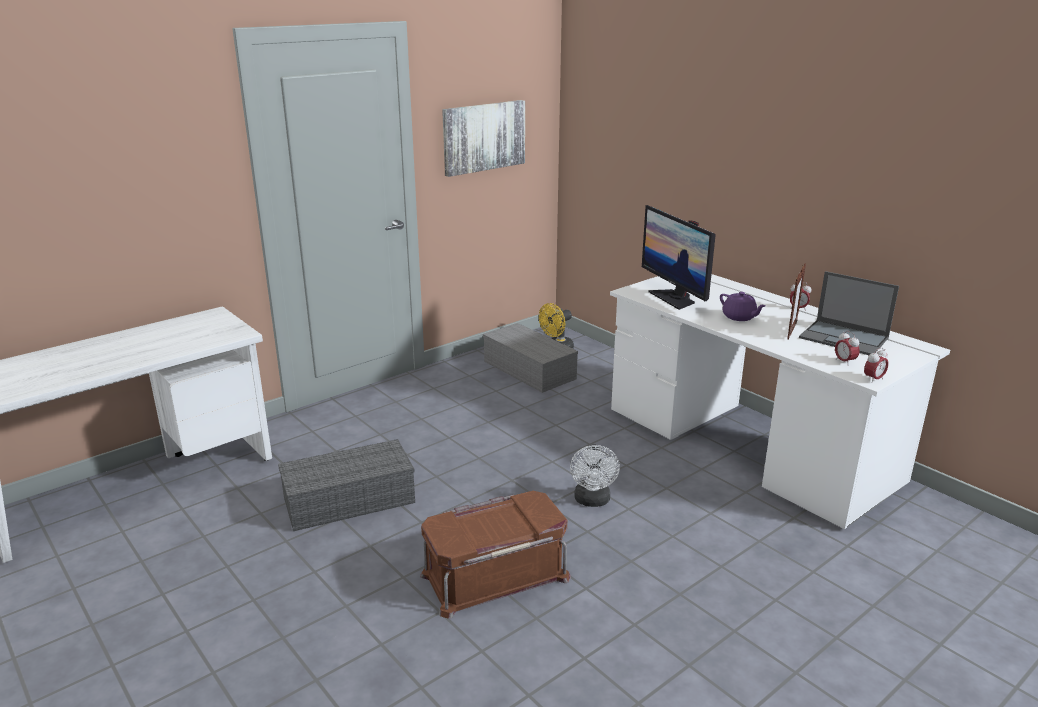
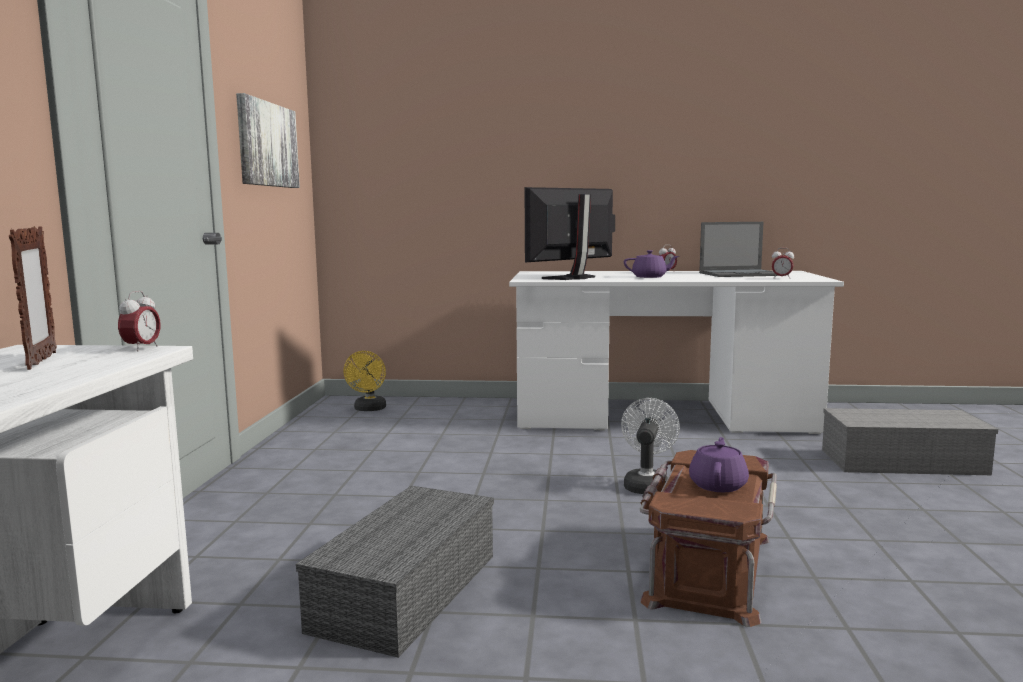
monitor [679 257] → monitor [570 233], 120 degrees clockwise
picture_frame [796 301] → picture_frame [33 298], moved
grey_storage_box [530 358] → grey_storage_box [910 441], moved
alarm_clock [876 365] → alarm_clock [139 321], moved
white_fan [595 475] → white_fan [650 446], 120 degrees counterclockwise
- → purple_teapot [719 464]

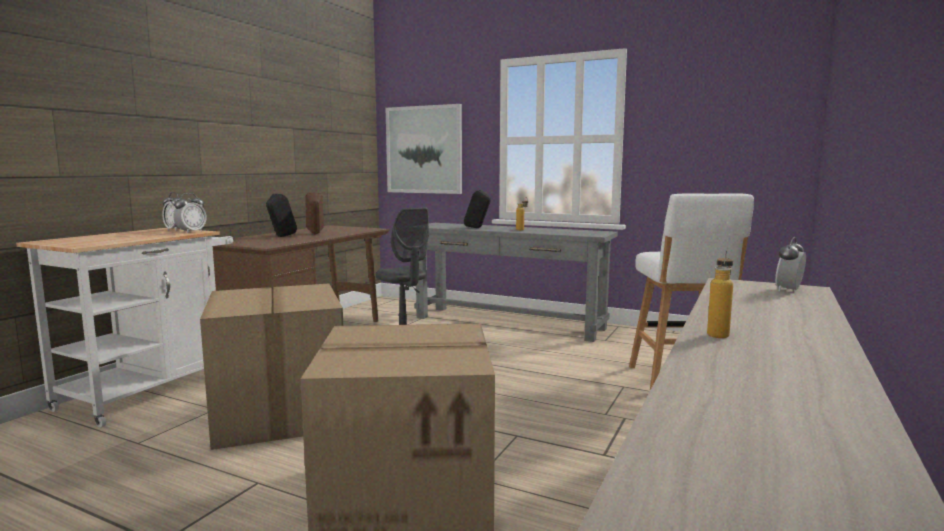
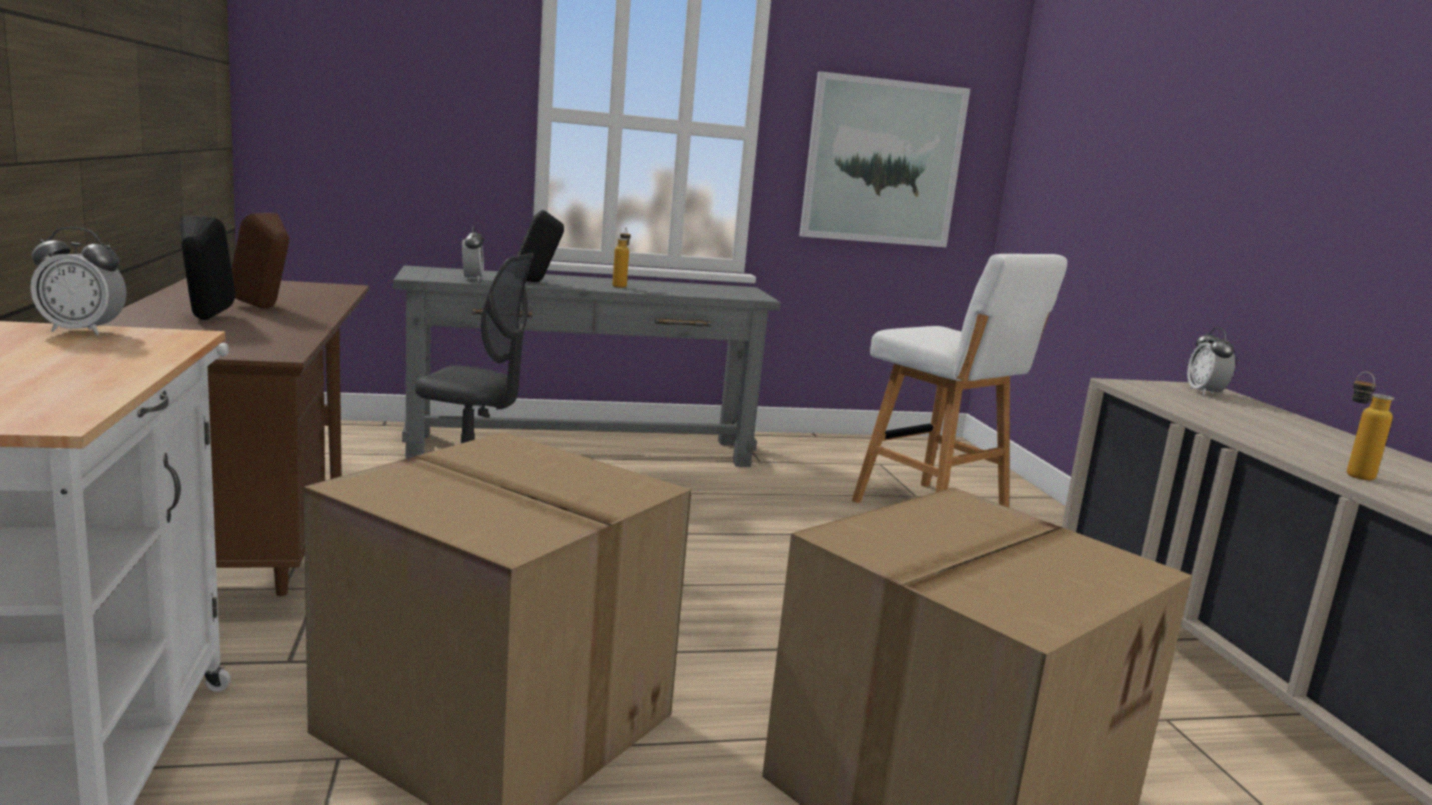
picture [424 149] → picture [884 159], moved
alarm_clock [190 213] → alarm_clock [473 254], moved

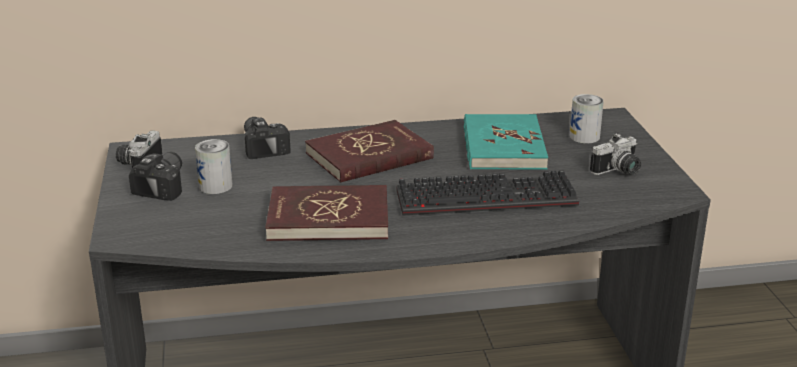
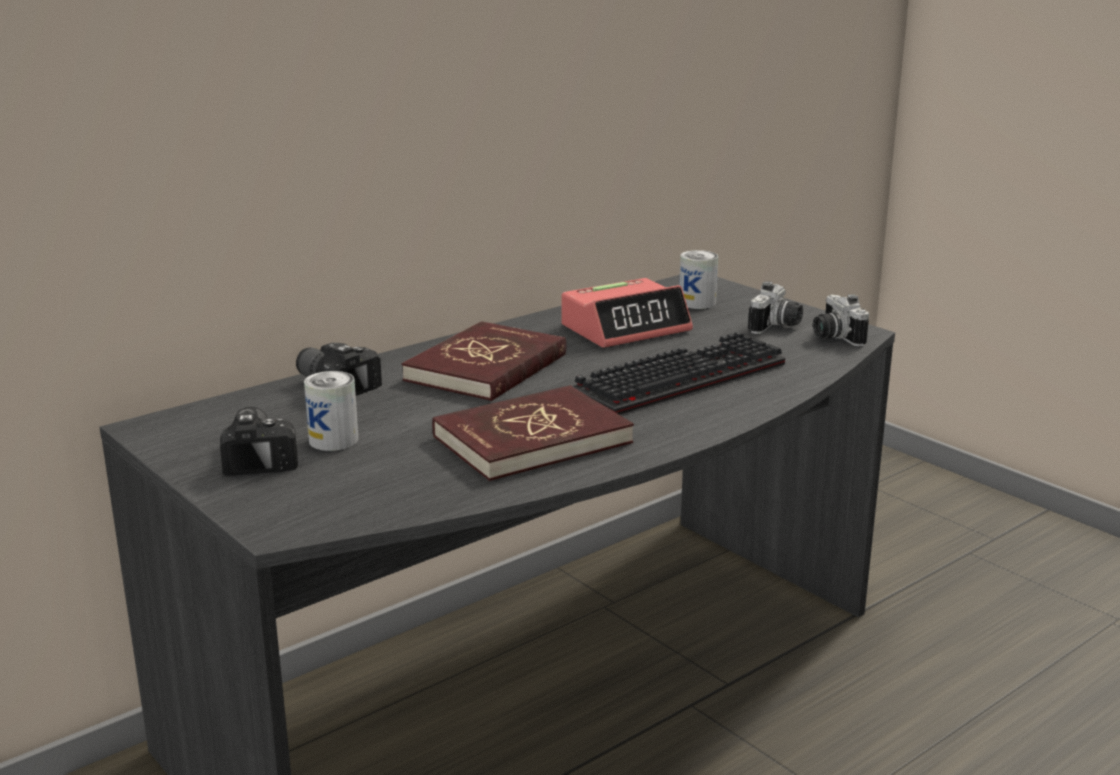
turquoise_book [506 142] → alarm_clock [627 313]
photo_camera [139 149] → photo_camera [841 320], moved

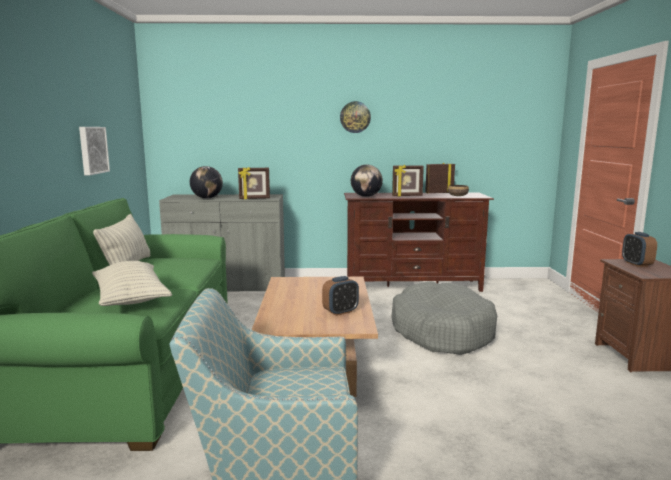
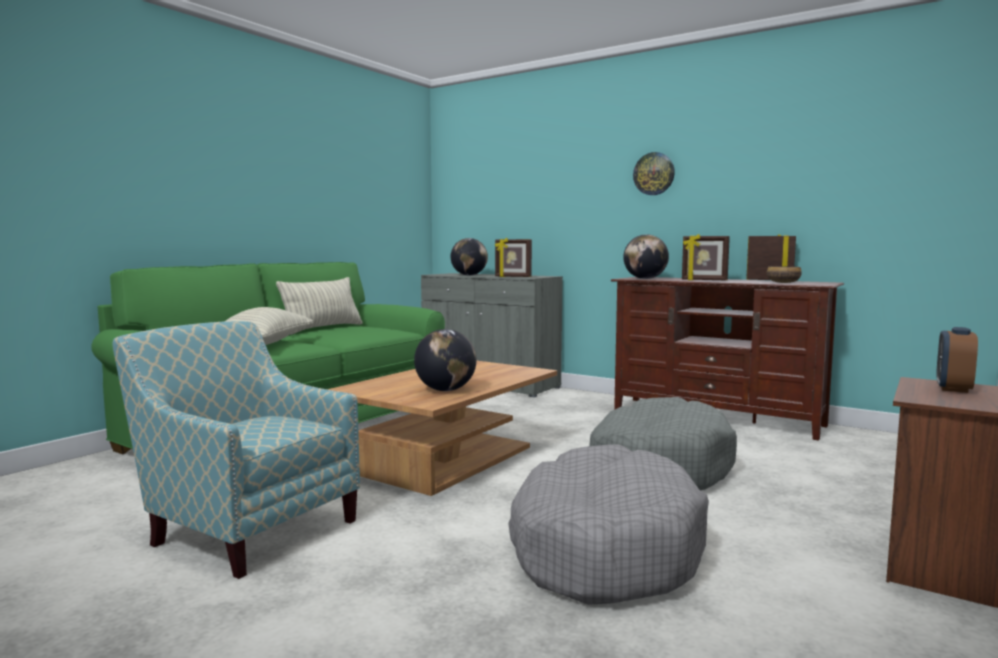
picture [94 151] → -
alarm_clock [340 296] → globe [445 360]
- → grey_dog_bed [608 524]

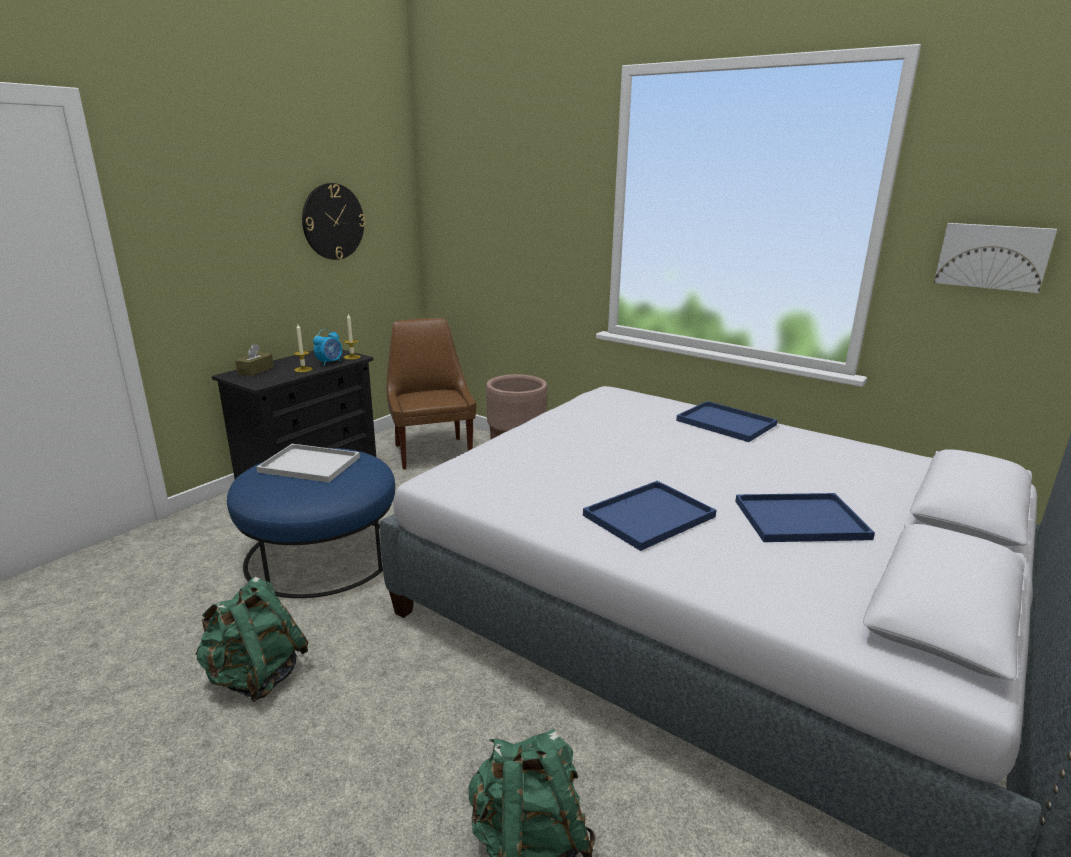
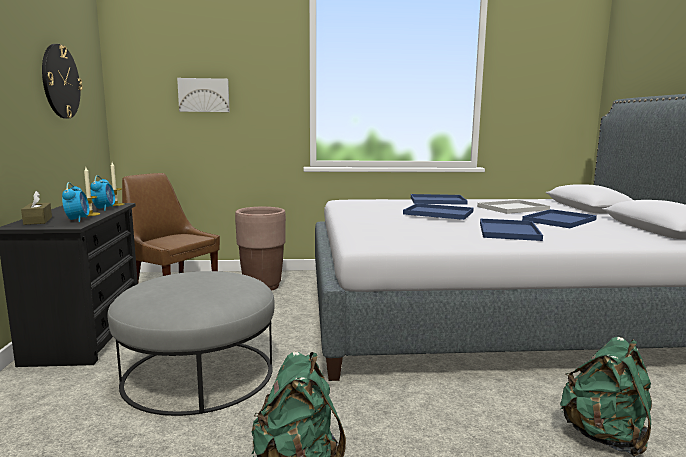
picture [995 258] → picture [203 95], moved
white_tray [308 463] → white_tray [513 207], moved
blue_ottoman [311 523] → grey_ottoman [191 343]
- → alarm_clock [75 202]
- → blue_tray [438 211]

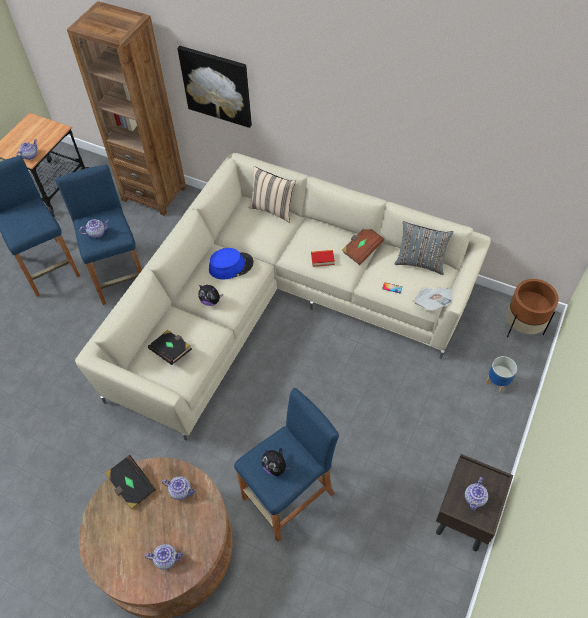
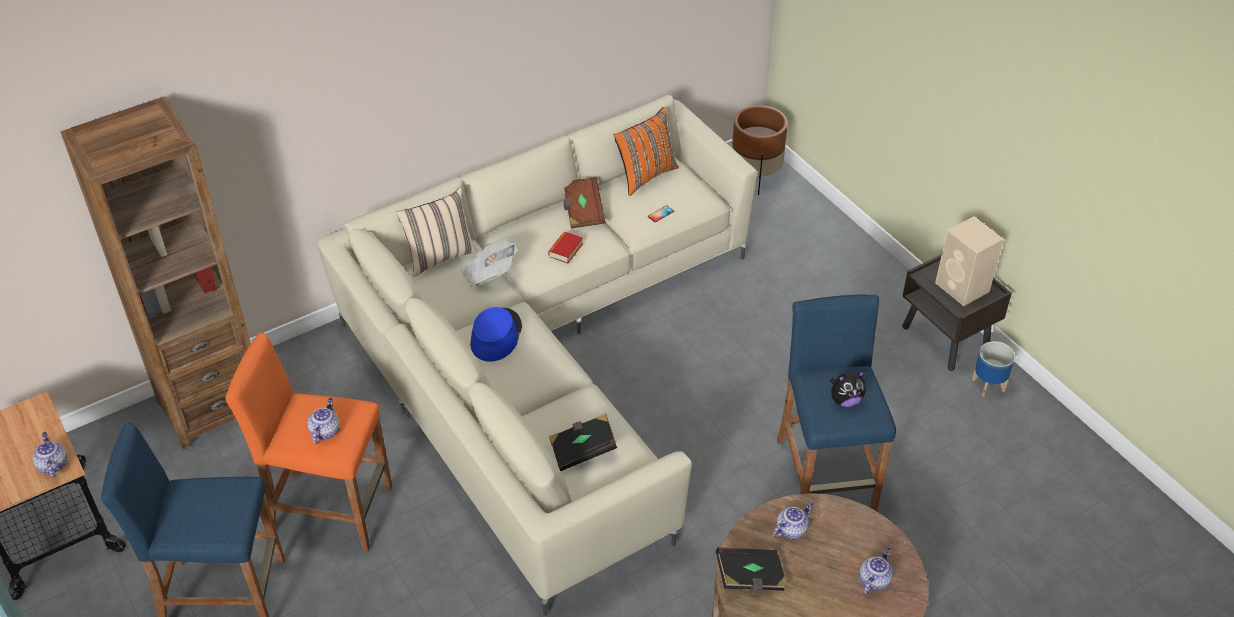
picture [214 87] → -
blue_stool [98 234] → orange_stool [309 441]
grey_pillow [424 248] → orange_pillow [646 151]
plush_toy [210 295] → -
newspaper [432 299] → newspaper [489 262], moved
planter [501 374] → planter [993 369], moved
teapot [476 494] → beige_speaker [969 261]

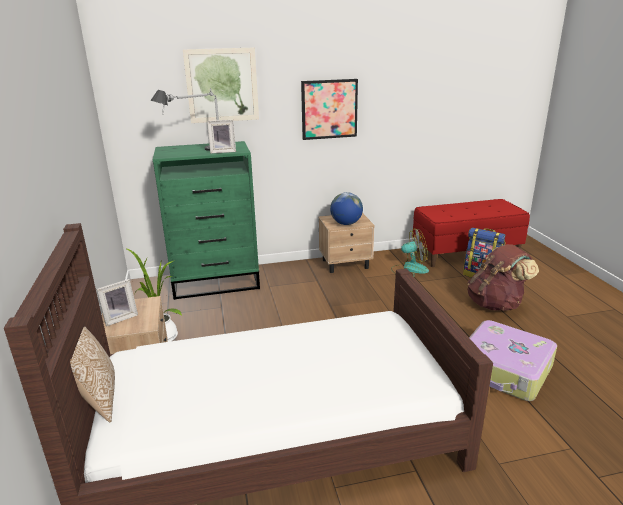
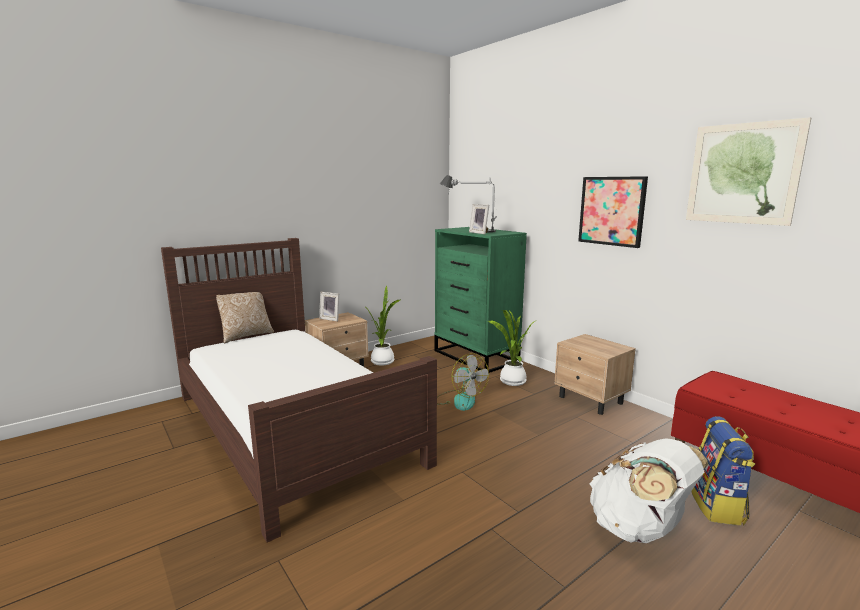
picture [221 85] → picture [748 171], moved
globe [346 208] → -
fan [410 252] → fan [463 382], moved
brown_backpack [503 277] → white_backpack [648 491]
suitcase [513 360] → -
- → potted_plant [512 347]

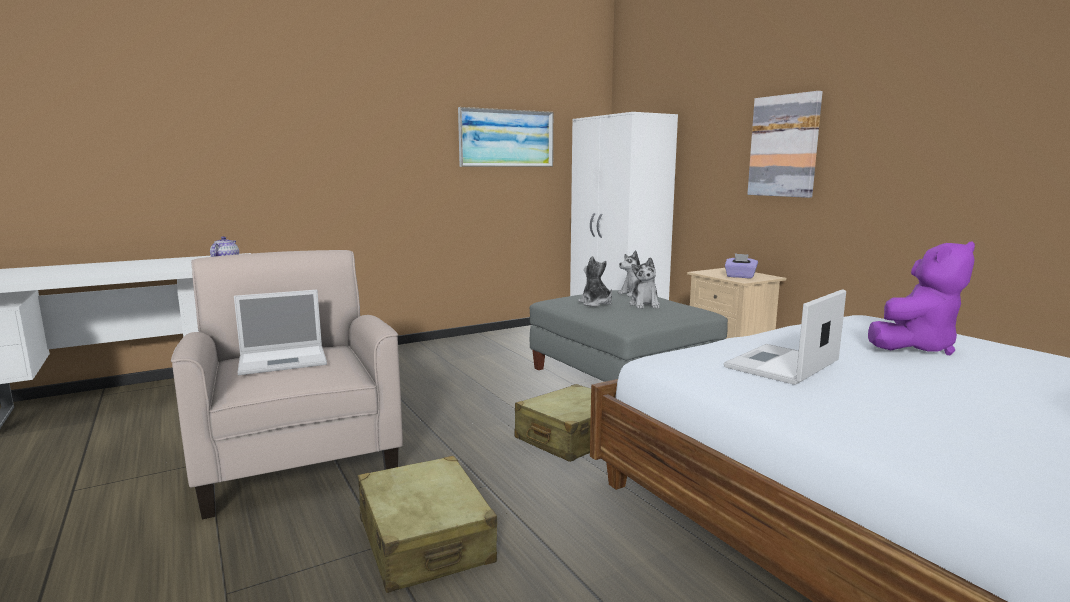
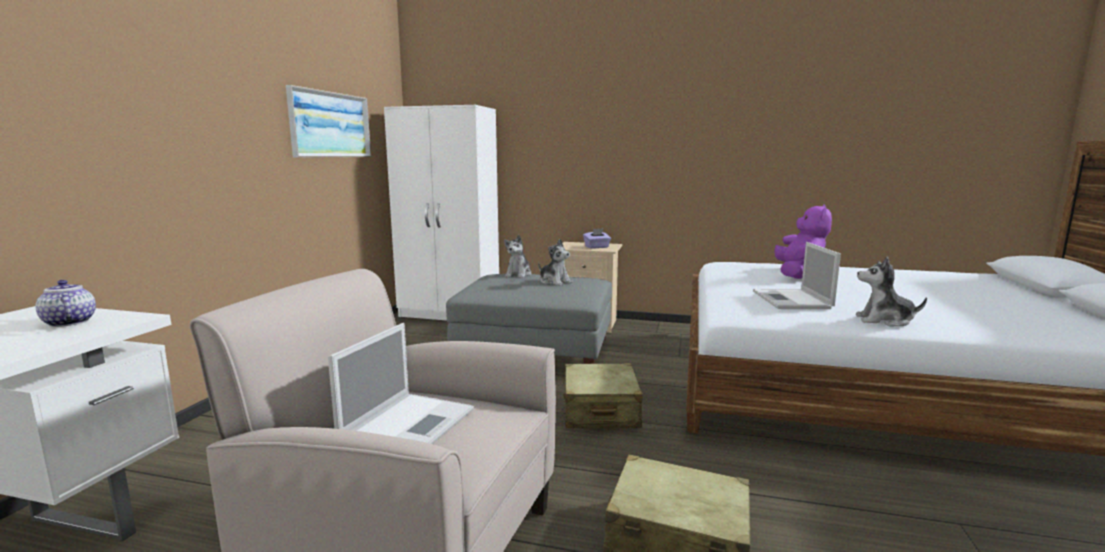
picture [785 144] → -
plush_toy [595 281] → plush_toy [891 291], moved

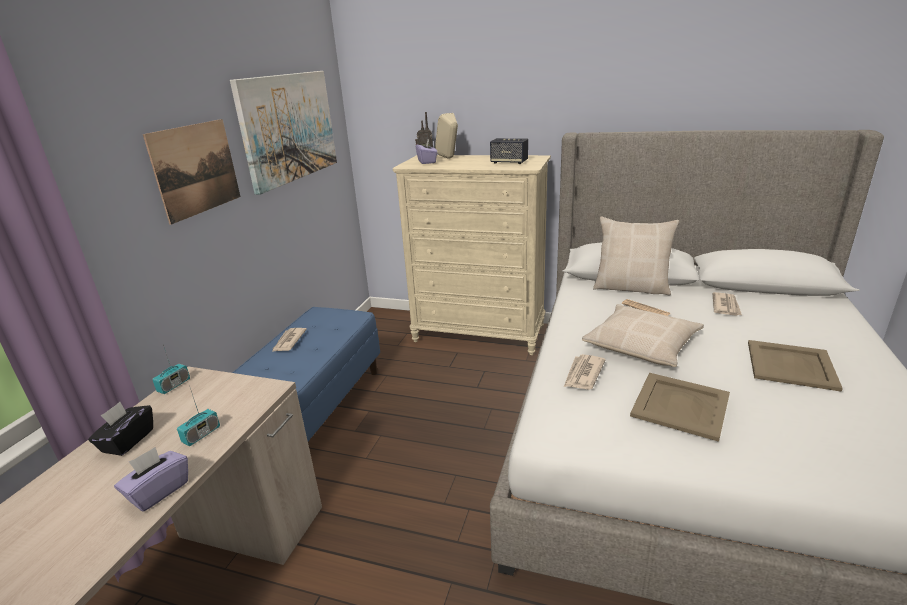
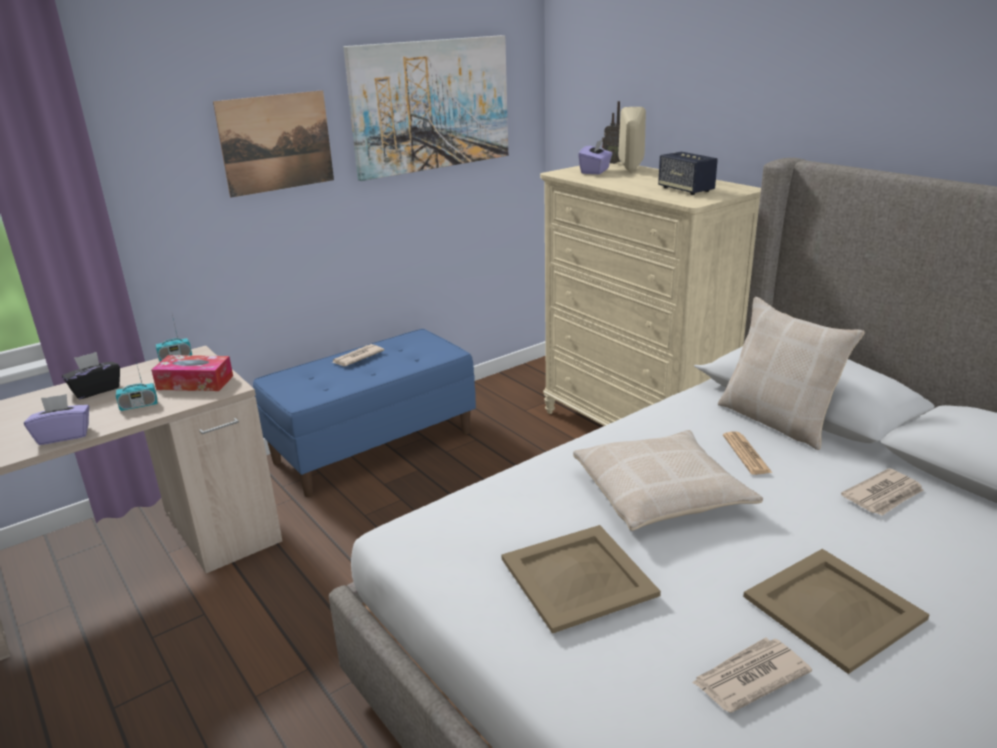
newspaper [585 372] → newspaper [752 675], moved
- → tissue_box [192 373]

